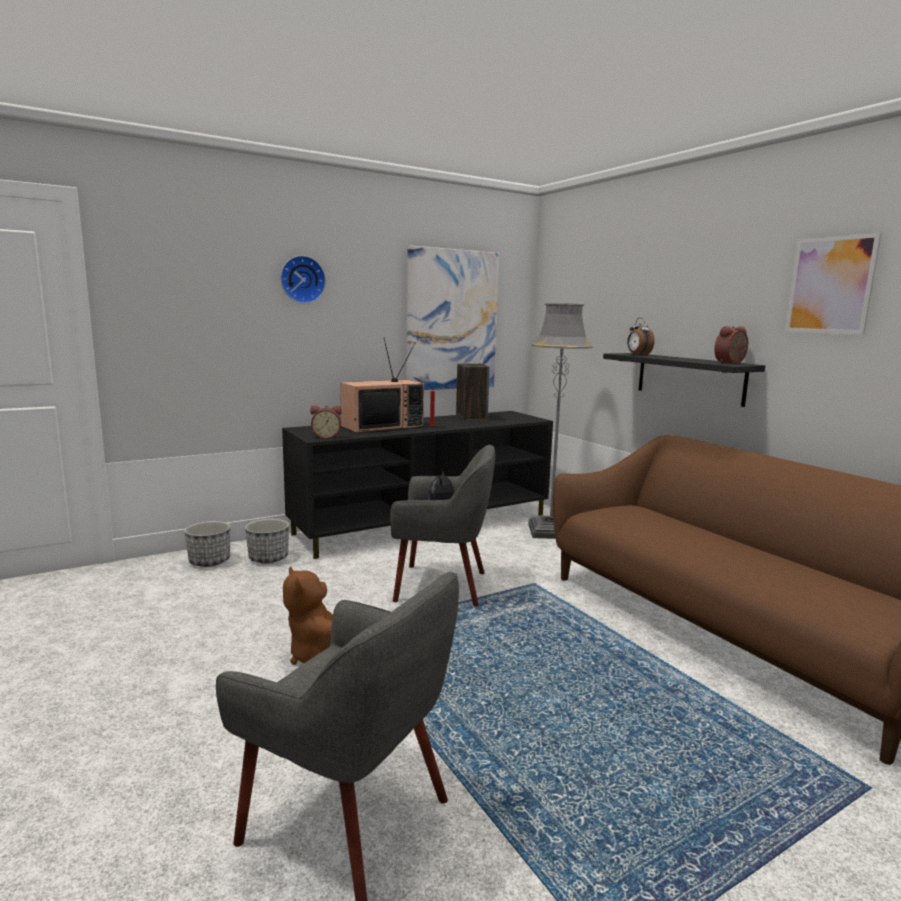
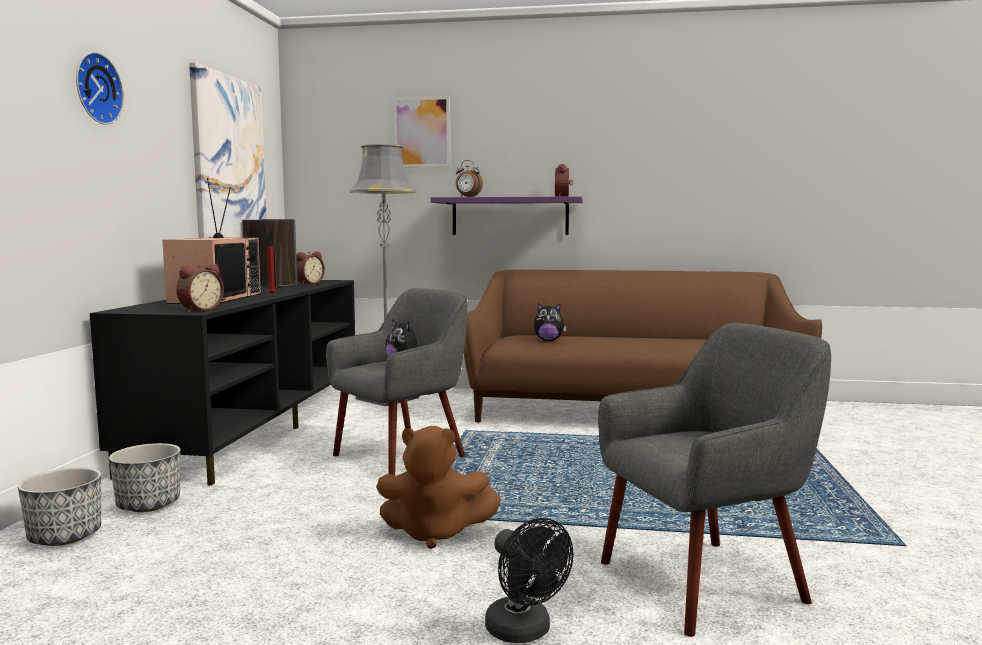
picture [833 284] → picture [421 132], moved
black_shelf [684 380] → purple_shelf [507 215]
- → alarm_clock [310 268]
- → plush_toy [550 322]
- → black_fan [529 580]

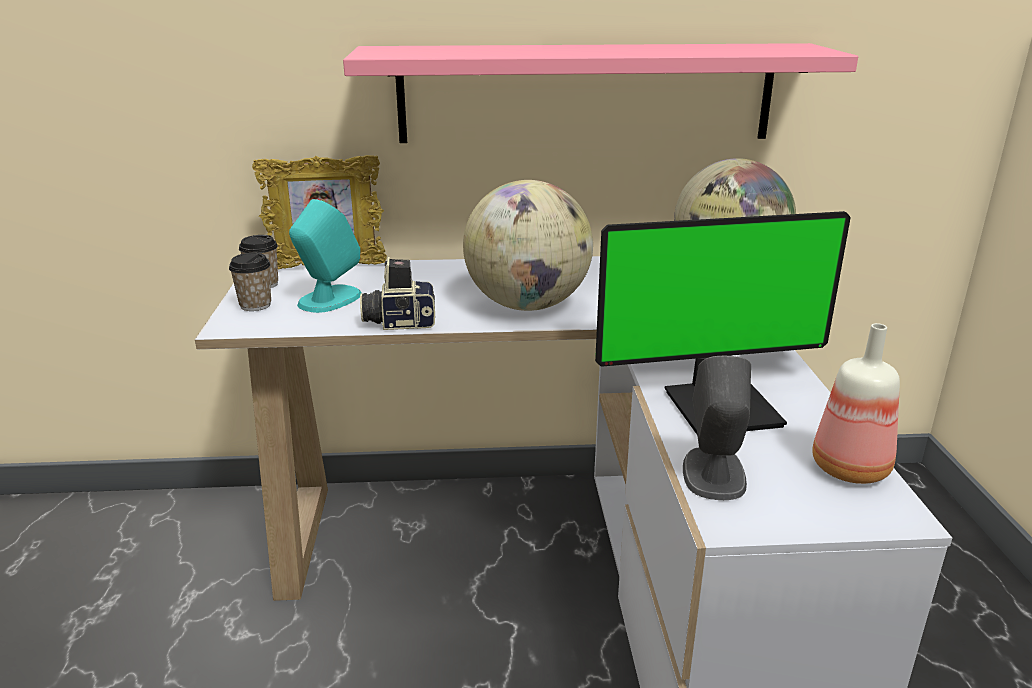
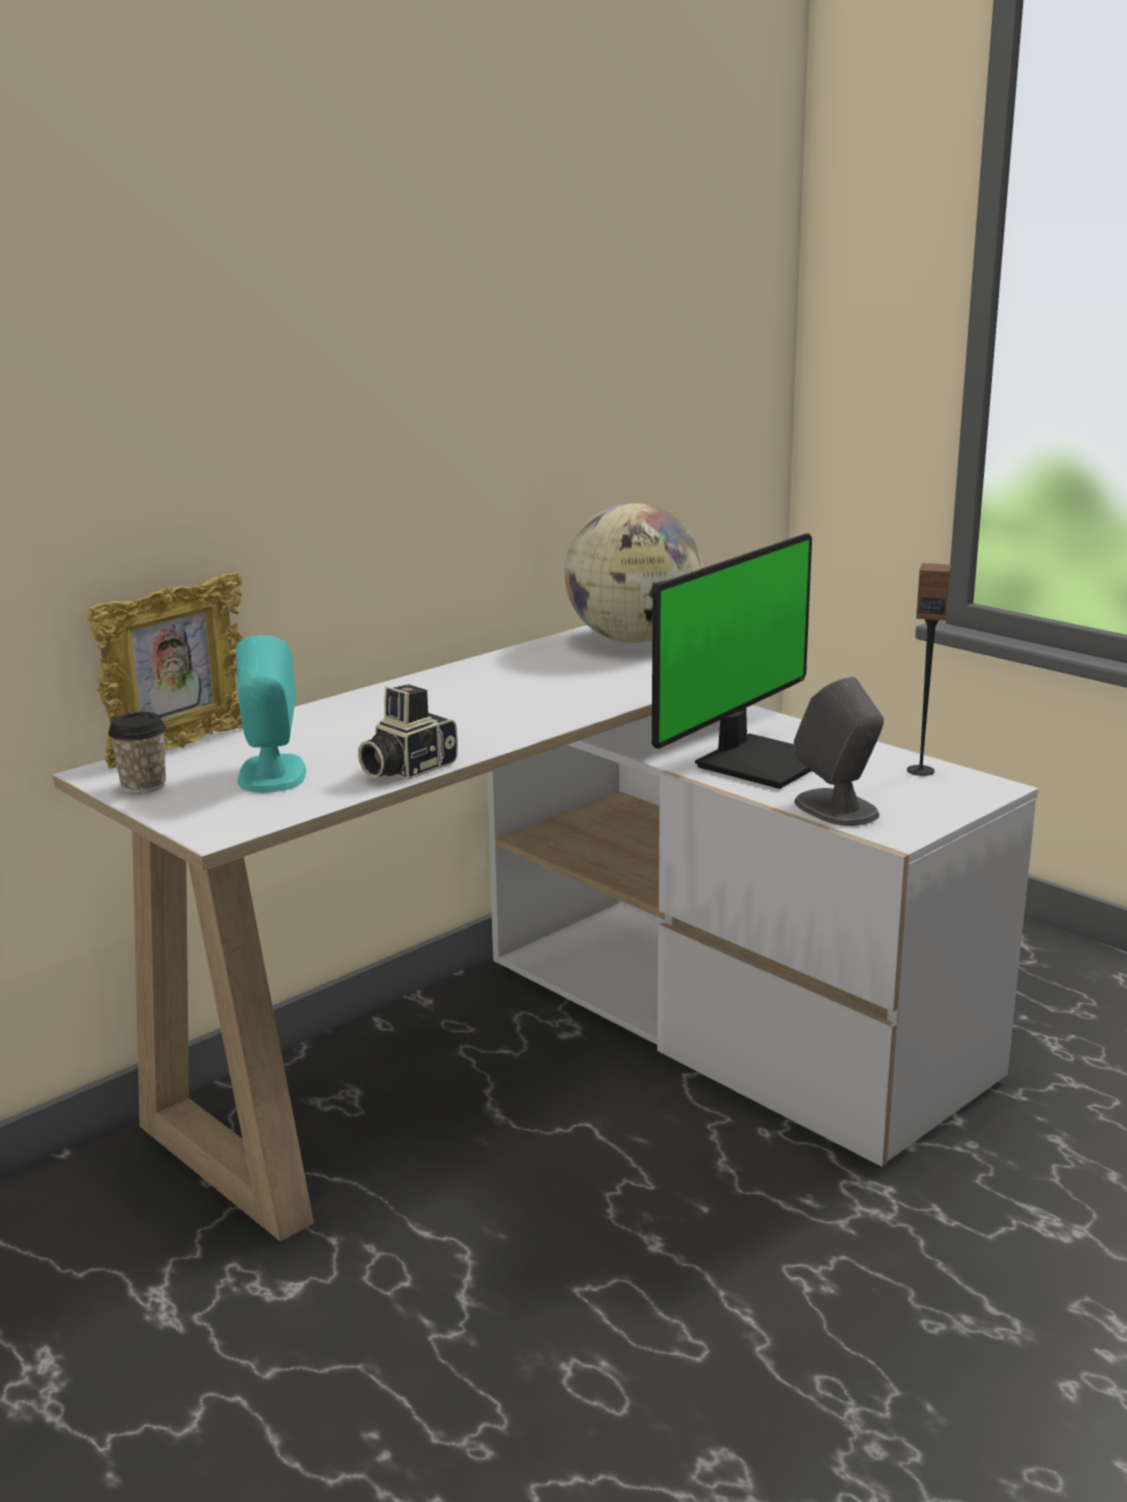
pink_shelf [600 93] → -
globe [528 245] → -
cup [250 282] → -
bottle [856 403] → speaker [929 669]

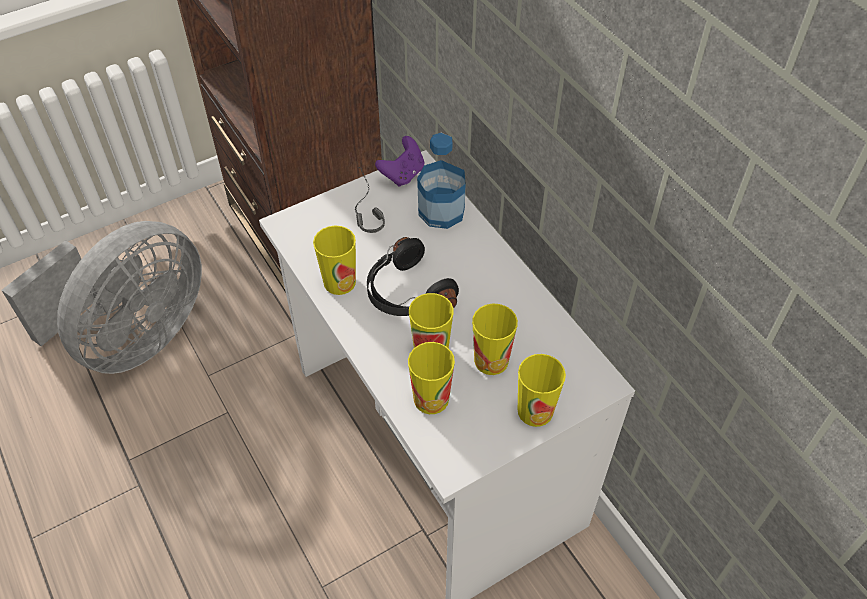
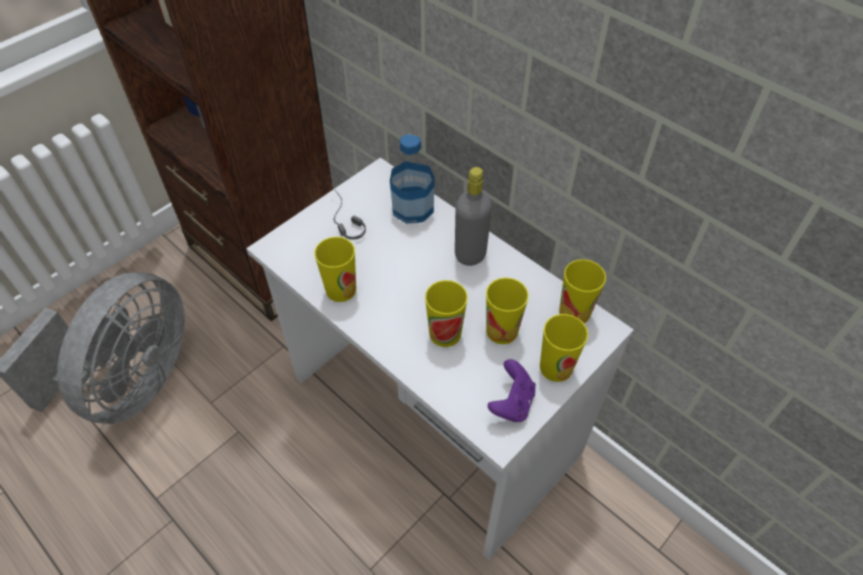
purple_game_controller [399 161] → purple_game_controller [512 390], moved
black_headphones [413 276] → -
cup [431 378] → cup [582 291], moved
- → grey_bottle [473 216]

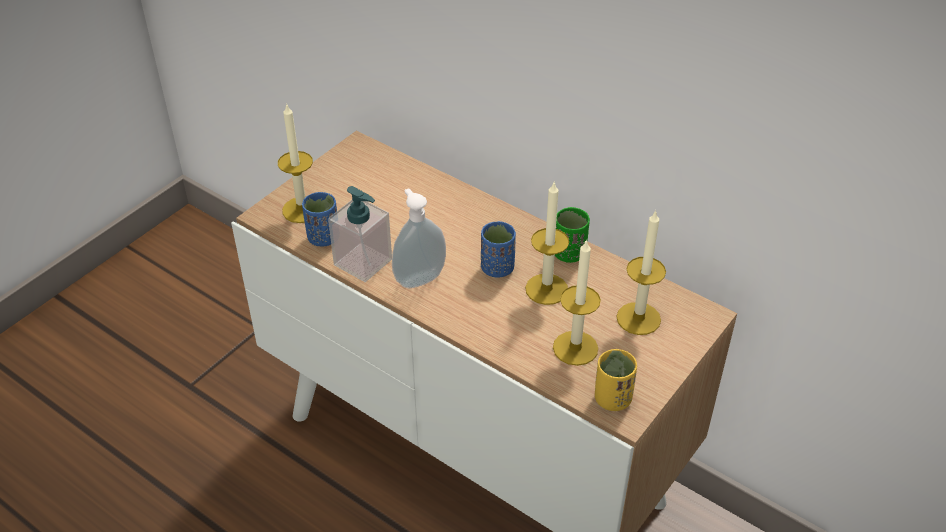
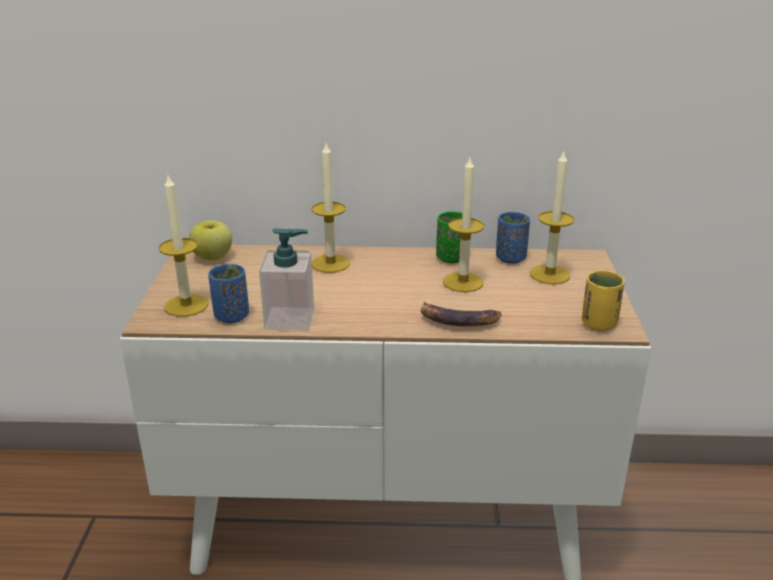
soap_dispenser [419 238] → -
blue_cup [498 249] → blue_cup [513 238], moved
candle [577 302] → candle [331 208], moved
- → apple [210 240]
- → banana [461 314]

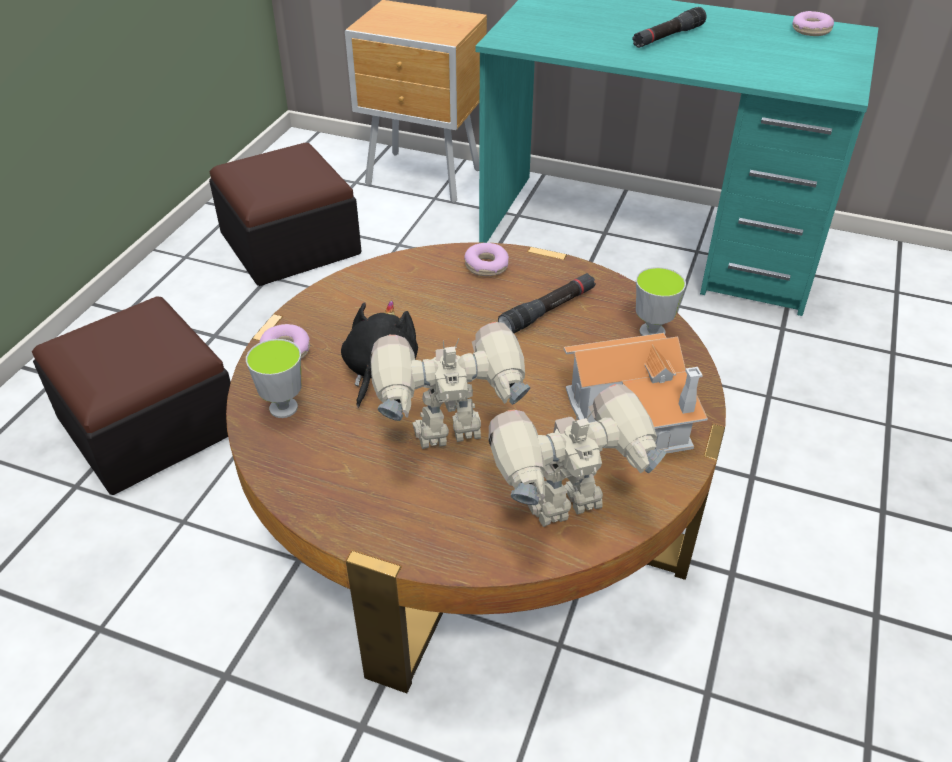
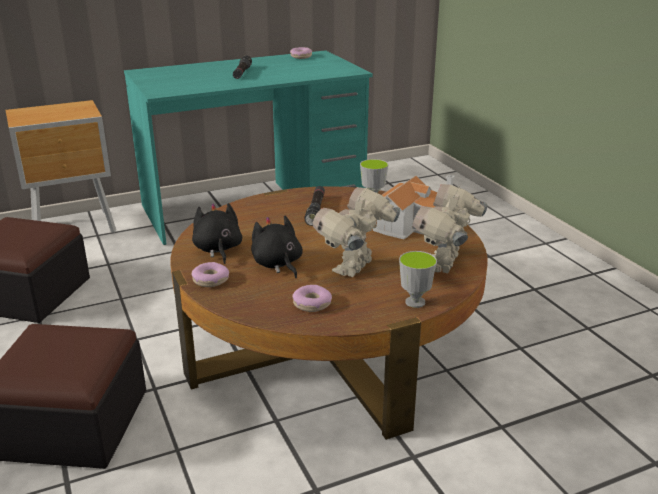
donut [486 259] → donut [312 298], moved
cup [274 378] → cup [418 279], moved
- → black_plush_toy [217 233]

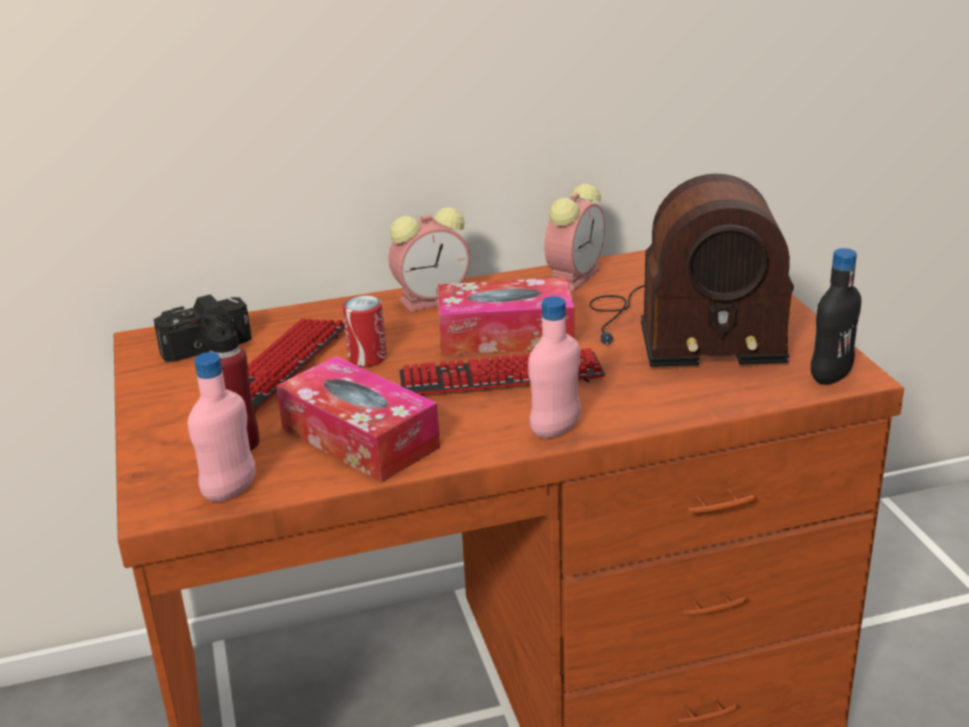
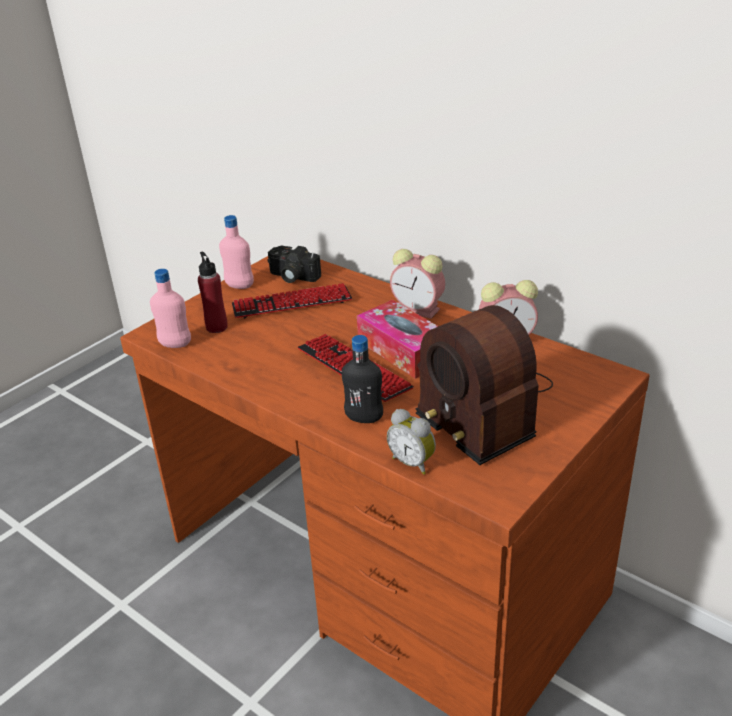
black_bottle [836 316] → black_bottle [362 379], moved
can [365 331] → -
pink_bottle [554 367] → pink_bottle [236 252], moved
tissue_box [358 419] → -
- → alarm_clock [411 442]

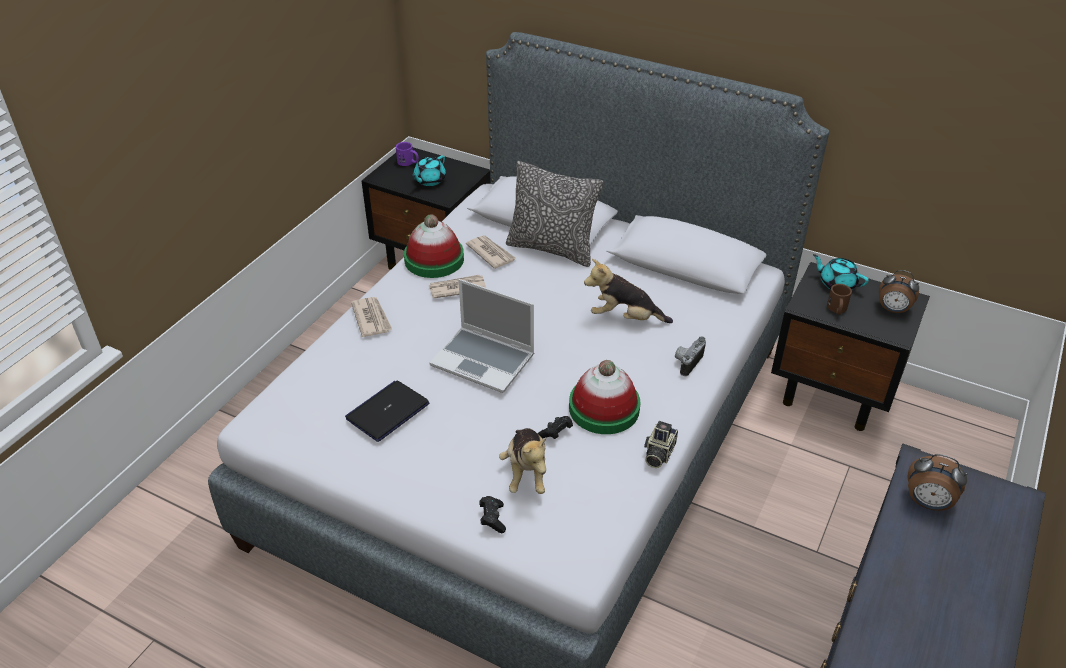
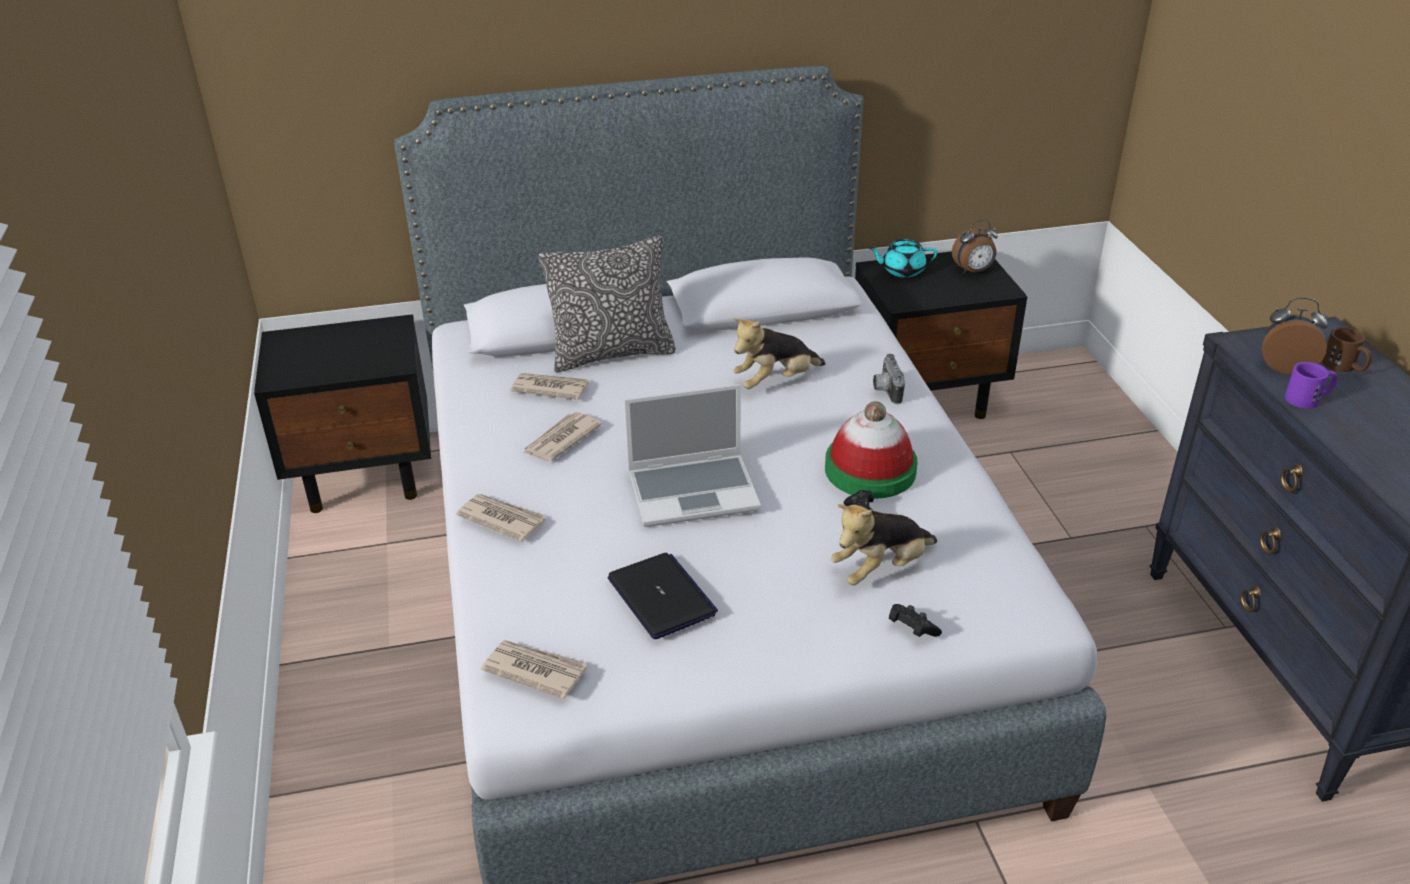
purple_mug [407 154] → purple_mug [1311 385], moved
turquoise_teapot [428 170] → -
hat [434 246] → -
brown_mug [839 299] → brown_mug [1347 349], moved
laptop [387 411] → laptop [663 596], 150 degrees clockwise
photo_camera [661 444] → -
plush_toy [522 461] → plush_toy [884 544], 105 degrees clockwise
alarm_clock [937 482] → alarm_clock [1295 335], 150 degrees counterclockwise
- → newspaper [534 669]

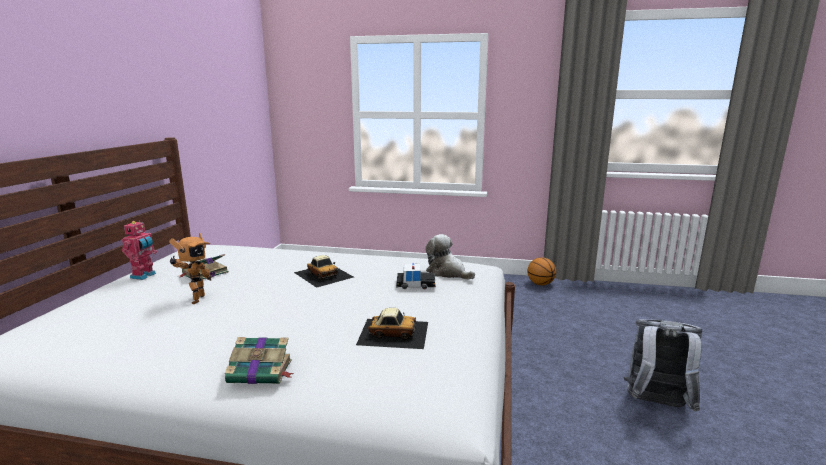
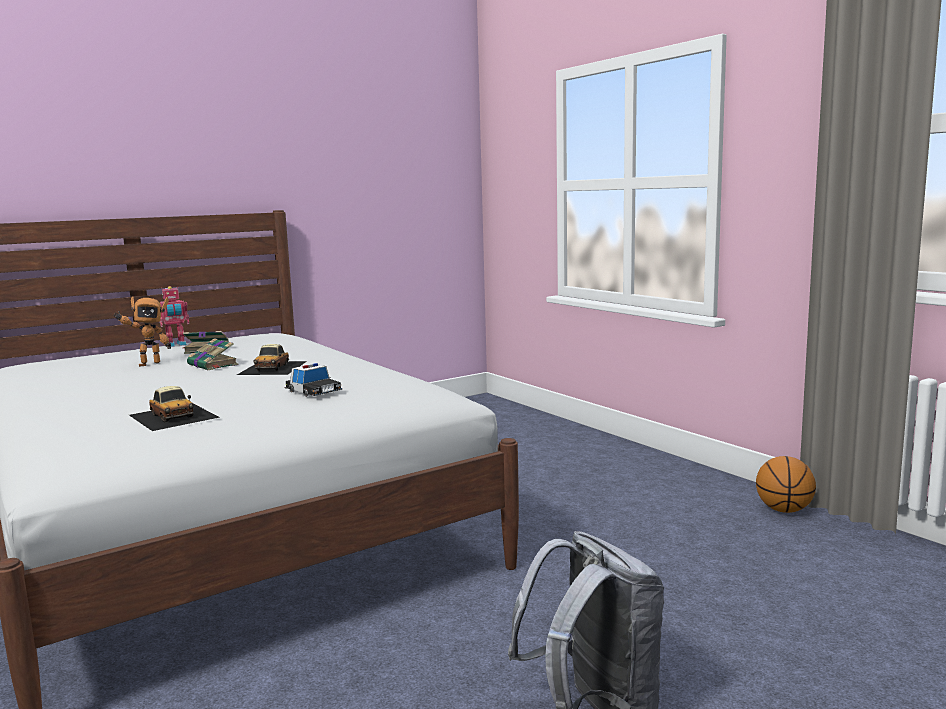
plush_toy [450 257] → -
book [259 360] → book [213 354], moved

